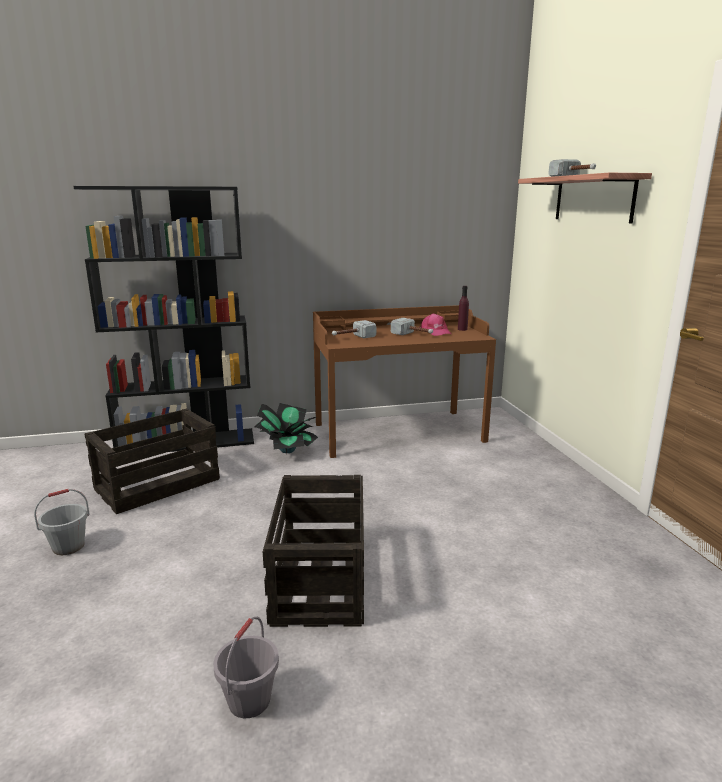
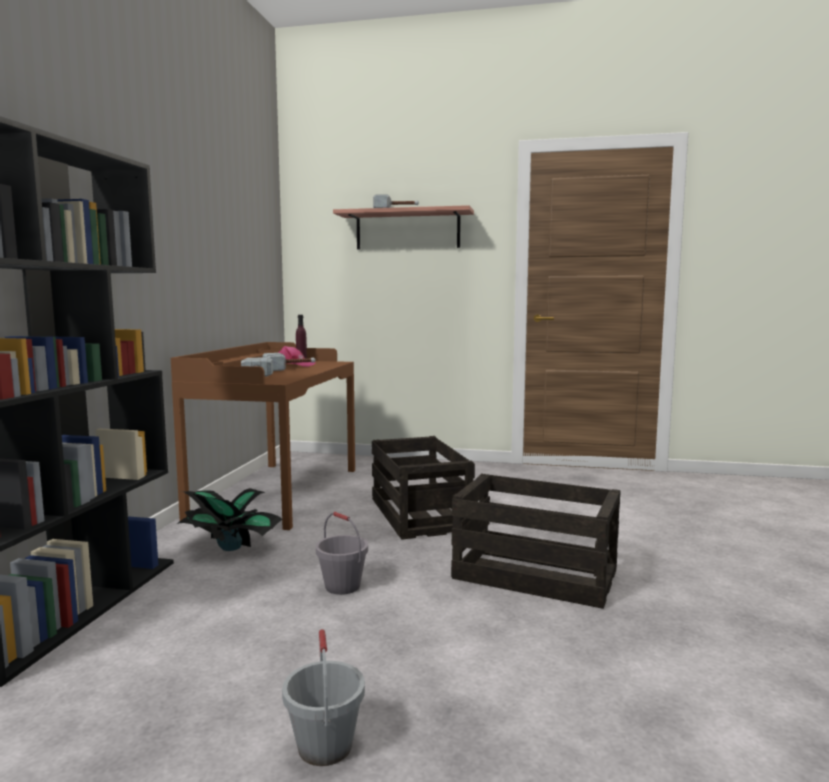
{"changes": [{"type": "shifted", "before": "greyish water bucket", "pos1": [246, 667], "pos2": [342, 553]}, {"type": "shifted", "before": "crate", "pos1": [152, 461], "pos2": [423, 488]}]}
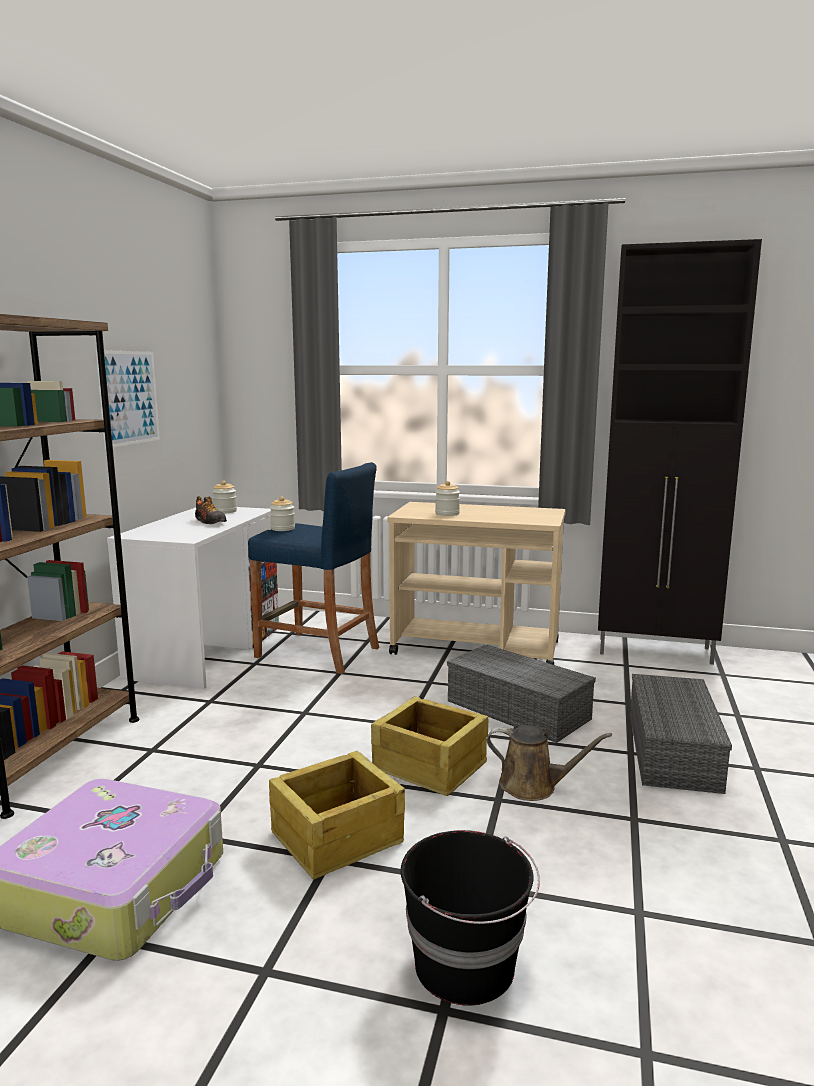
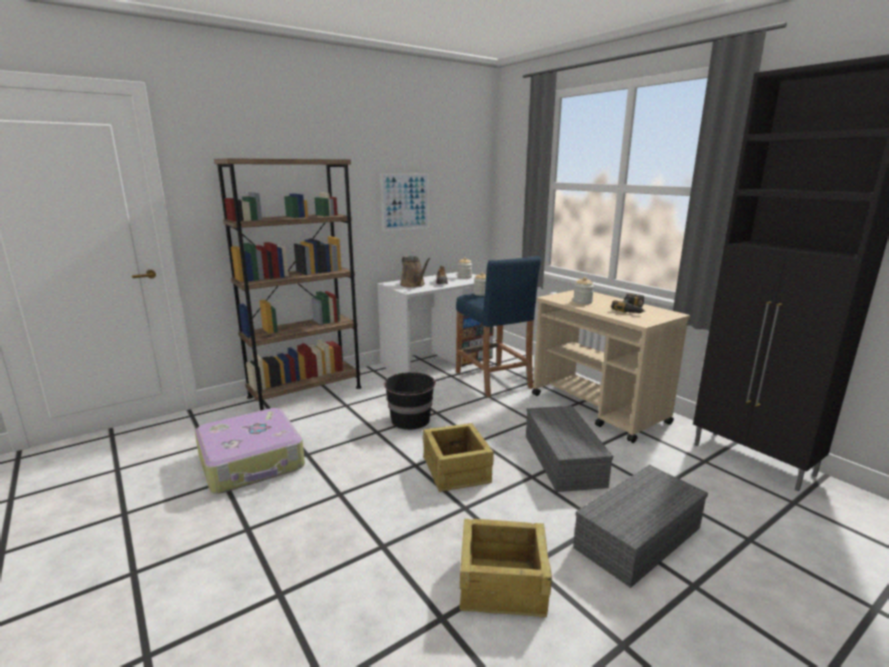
{"changes": [{"type": "shifted", "before": "blackish water bucket", "pos1": [470, 918], "pos2": [410, 401]}, {"type": "shifted", "before": "brownish watering can", "pos1": [549, 763], "pos2": [415, 272]}, {"type": "shifted", "before": "crate", "pos1": [337, 815], "pos2": [505, 568]}, {"type": "new", "after": "electric drill", "pos2": [628, 303]}]}
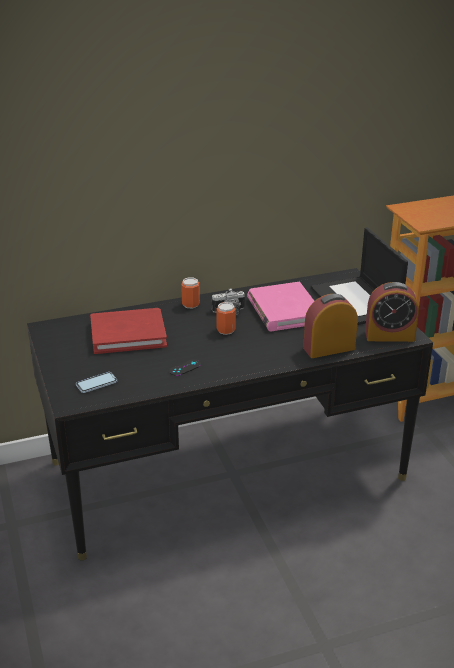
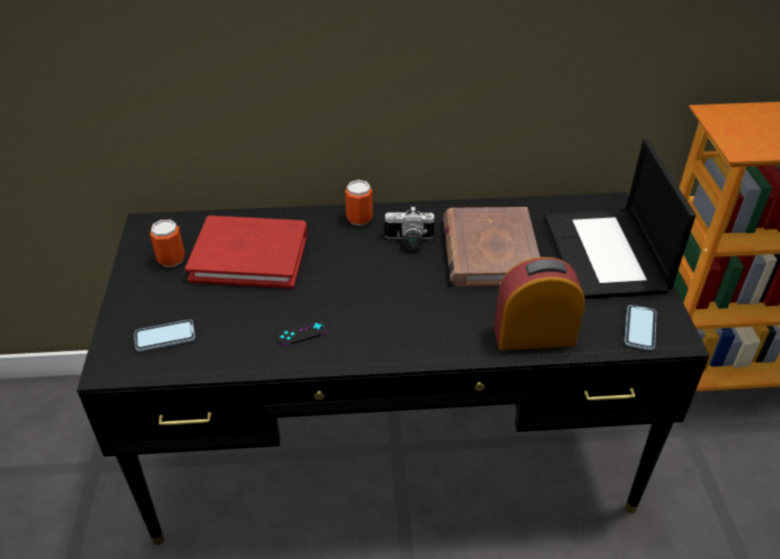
{"changes": [{"type": "shifted", "before": "sealed can", "pos1": [226, 318], "pos2": [167, 243]}, {"type": "repainted", "before": "pink-coloured bound book", "after": "brownish bound book", "pos1": [280, 306], "pos2": [491, 247]}, {"type": "swapped", "before": "bedside clock", "after": "phone", "pos1": [392, 312], "pos2": [641, 327]}]}
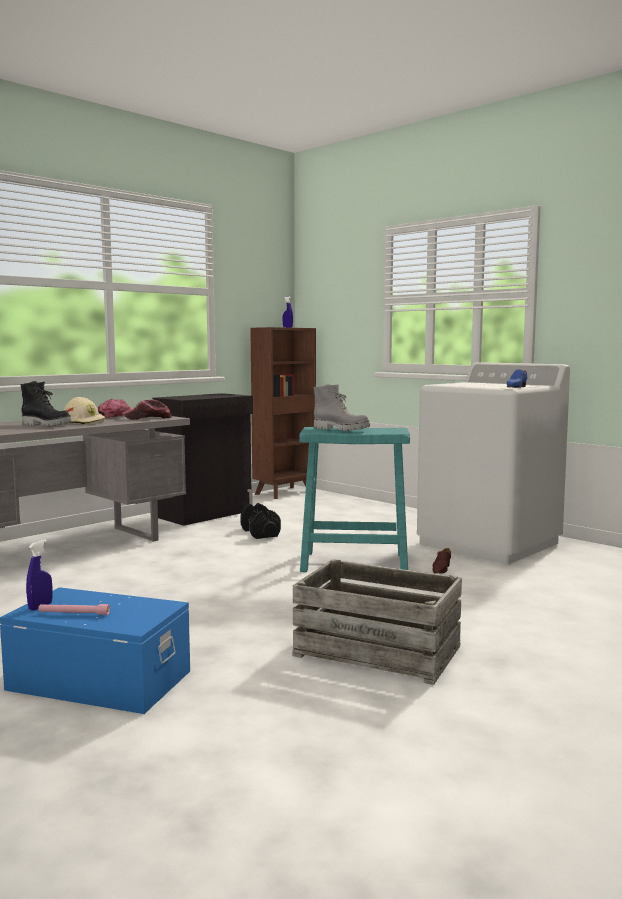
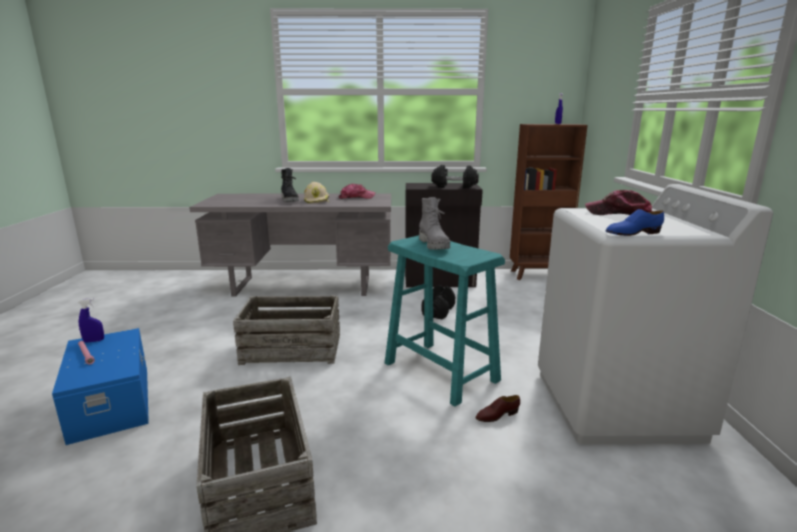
{"changes": [{"type": "new", "after": "crate", "pos2": [286, 330]}, {"type": "new", "after": "blackish hand weight", "pos2": [455, 177]}, {"type": "shifted", "before": "peaked cap", "pos1": [147, 409], "pos2": [619, 202]}]}
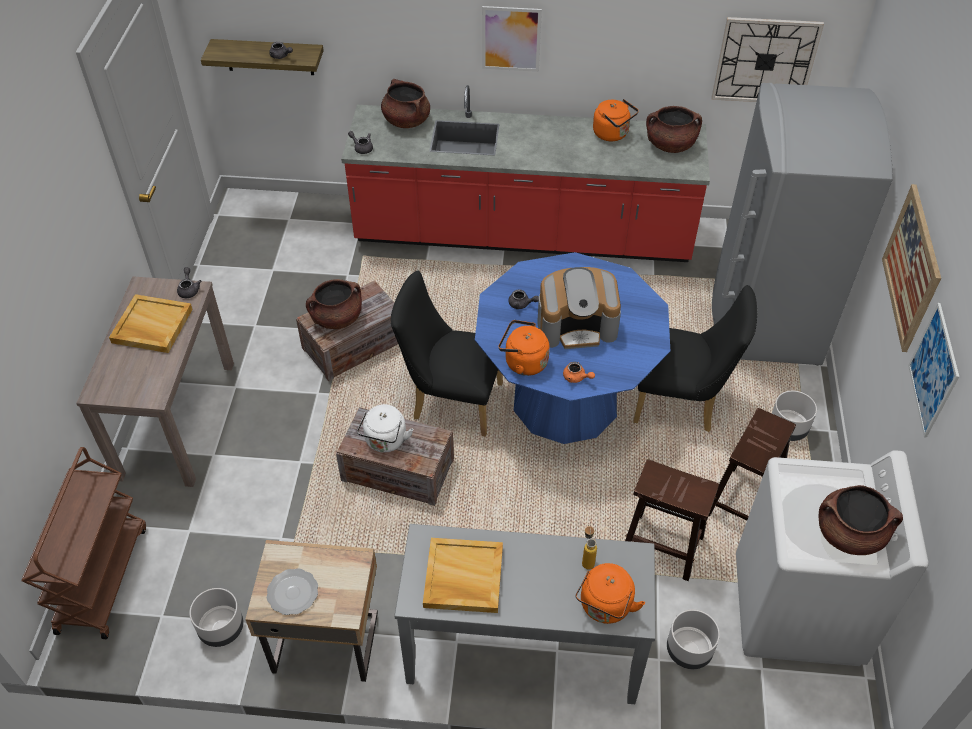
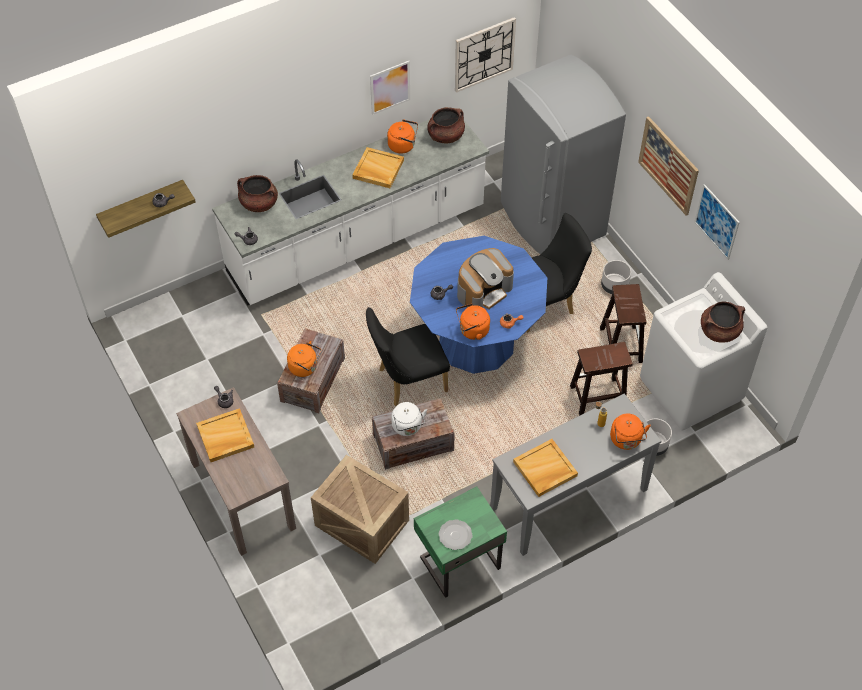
{"changes": [{"type": "repainted", "before": "red kitchen counter", "after": "white-coloured kitchen counter", "pos1": [525, 173], "pos2": [350, 212]}, {"type": "swapped", "before": "brownish cooking pot", "after": "orange kettle", "pos1": [334, 304], "pos2": [304, 359]}, {"type": "new", "after": "crate", "pos2": [360, 509]}, {"type": "new", "after": "beige serving tray", "pos2": [378, 167]}, {"type": "shifted", "before": "wall art", "pos1": [512, 39], "pos2": [390, 88]}, {"type": "repainted", "before": "beige night table", "after": "greenish night table", "pos1": [311, 611], "pos2": [460, 542]}, {"type": "gone", "before": "brownish cart", "pos1": [84, 543]}, {"type": "gone", "before": "greyish flower pot", "pos1": [216, 617]}]}
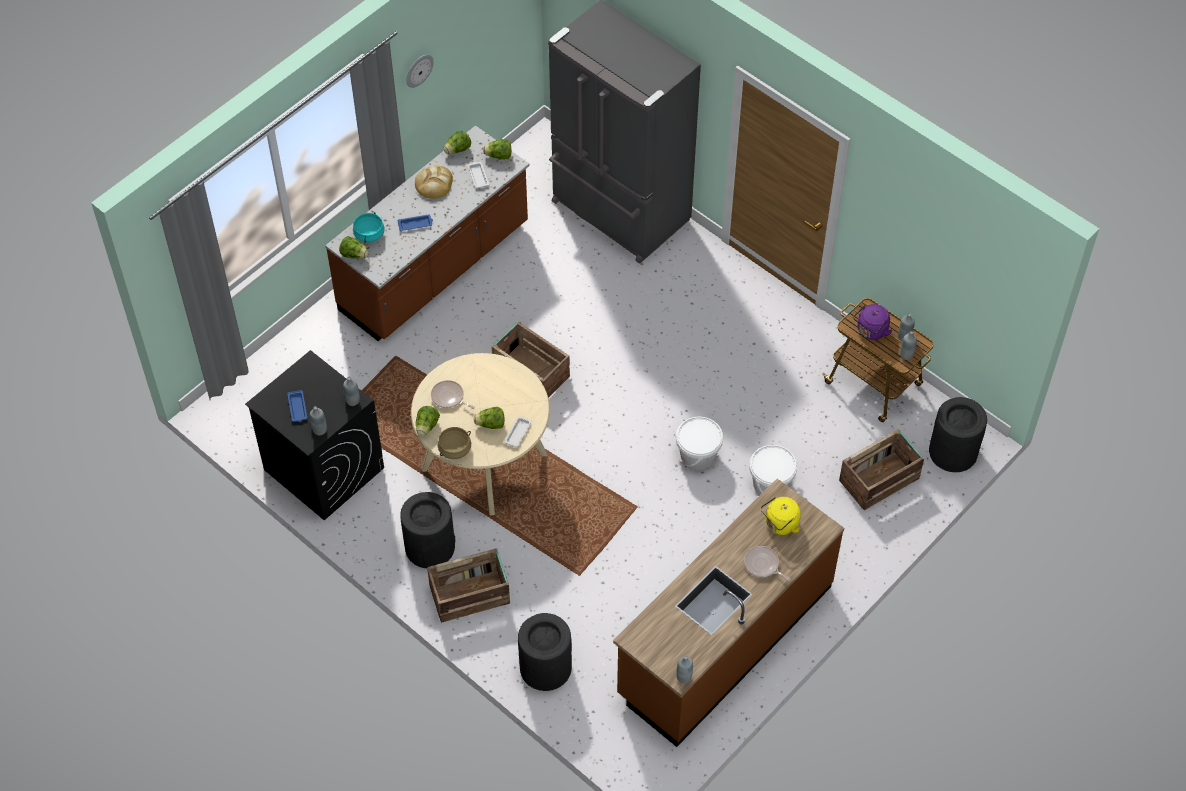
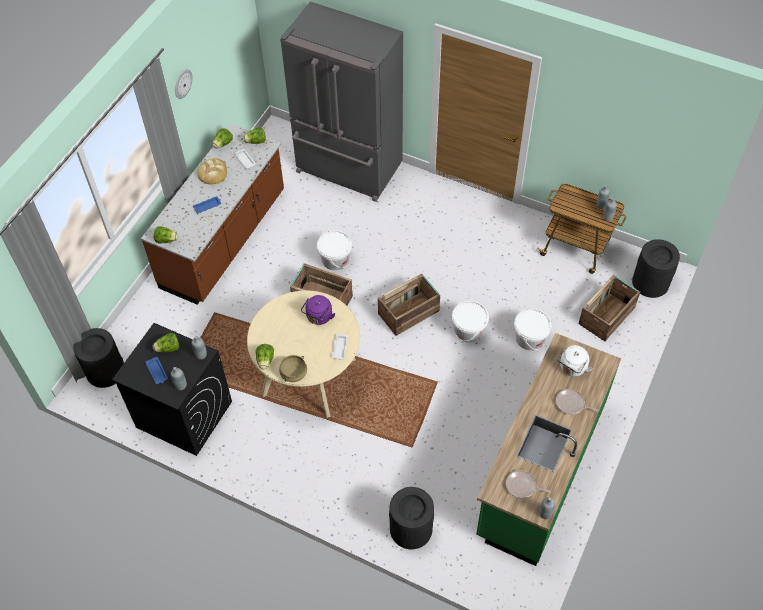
{"changes": [{"type": "shifted", "before": "blackish trash can", "pos1": [427, 530], "pos2": [98, 358]}, {"type": "shifted", "before": "head of lettuce", "pos1": [488, 418], "pos2": [166, 342]}, {"type": "shifted", "before": "purple-coloured kettle", "pos1": [873, 322], "pos2": [318, 310]}, {"type": "new", "after": "white-coloured water bucket", "pos2": [334, 250]}, {"type": "shifted", "before": "crate", "pos1": [468, 585], "pos2": [409, 304]}, {"type": "repainted", "before": "brownish kitchen counter", "after": "greenish kitchen counter", "pos1": [728, 613], "pos2": [548, 449]}, {"type": "shifted", "before": "frying pan", "pos1": [453, 394], "pos2": [528, 484]}, {"type": "repainted", "before": "yellow-coloured kettle", "after": "white-coloured kettle", "pos1": [780, 516], "pos2": [575, 361]}, {"type": "gone", "before": "turquoise cooking pot", "pos1": [369, 227]}]}
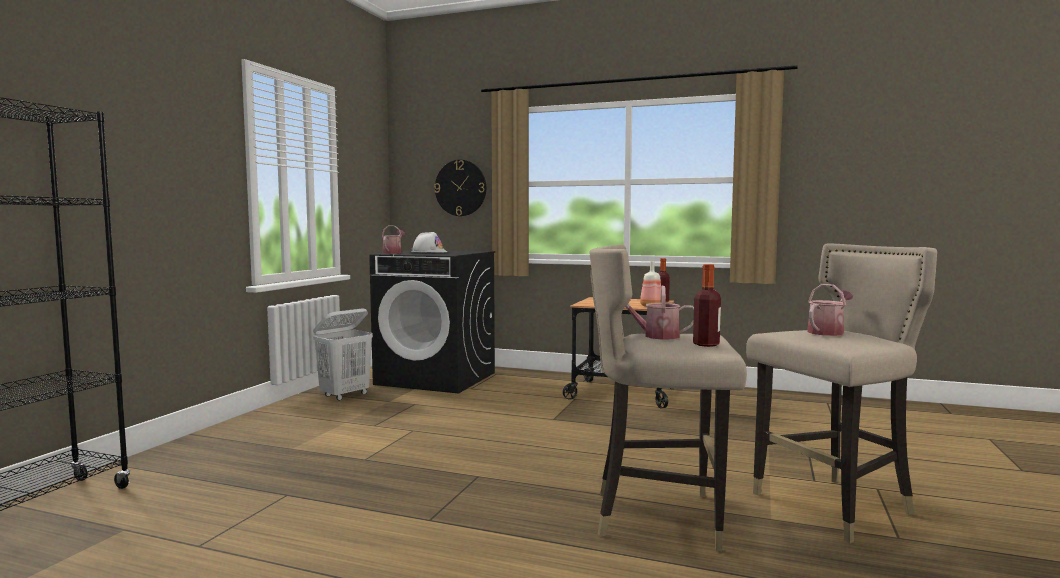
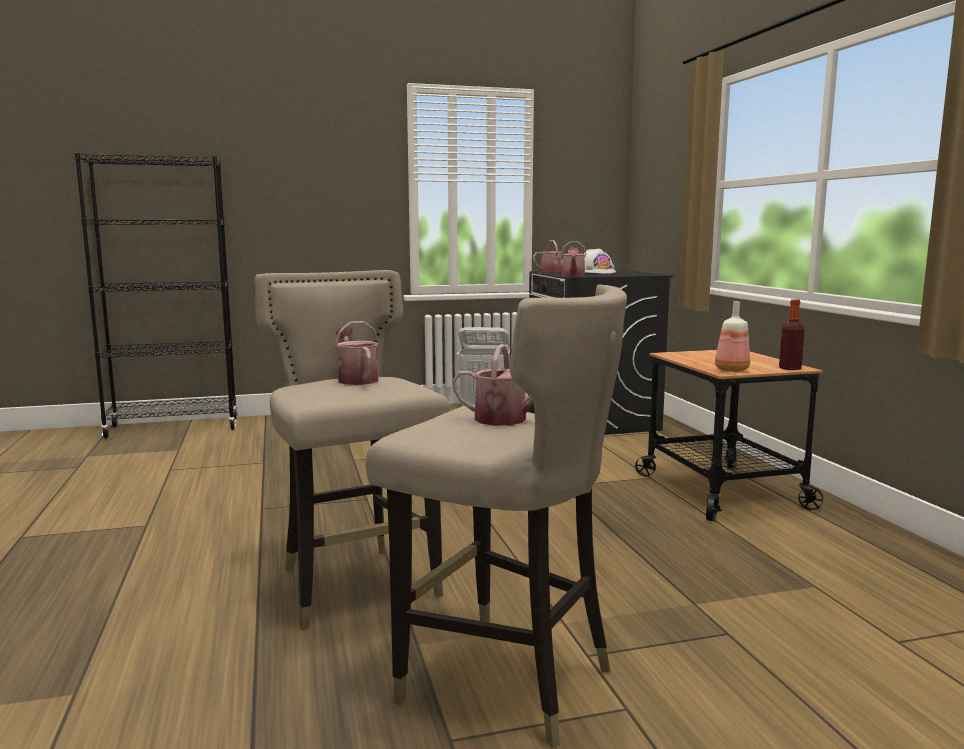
{"changes": [{"type": "new", "after": "watering can", "pos2": [574, 258]}, {"type": "gone", "before": "hanging clock", "pos1": [460, 188]}, {"type": "gone", "before": "drink bottle", "pos1": [707, 305]}]}
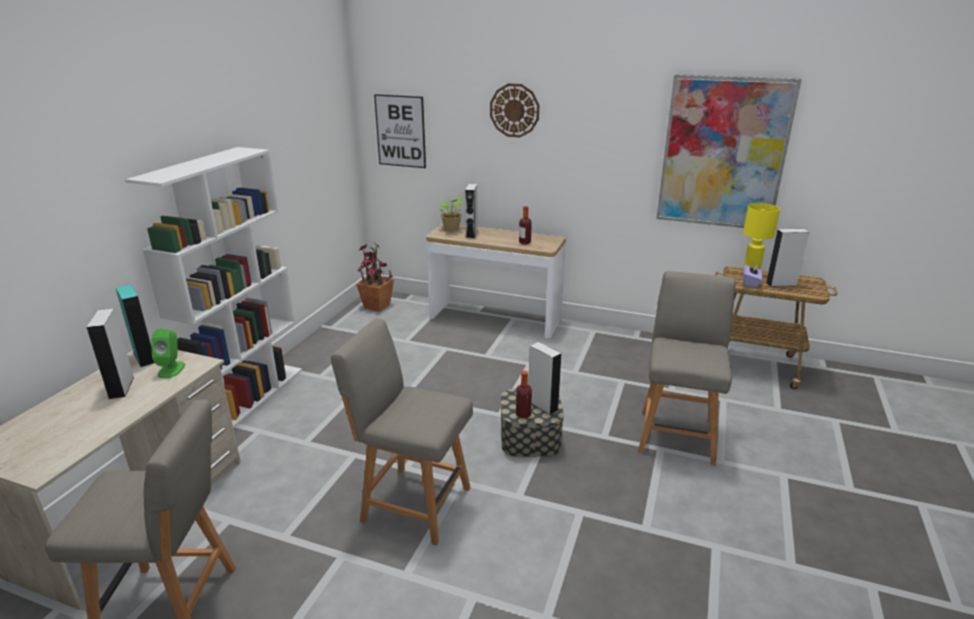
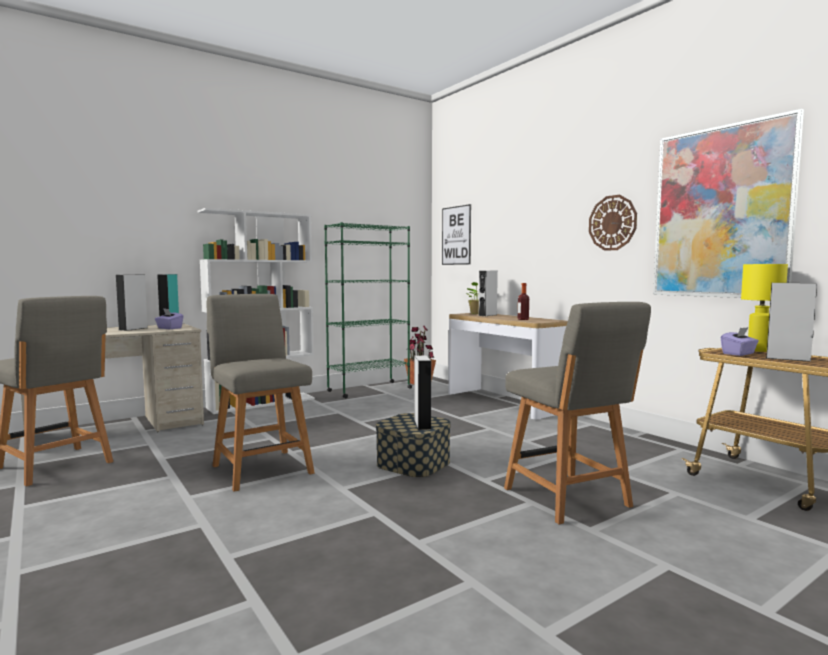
{"changes": [{"type": "swapped", "before": "greenish audio speaker", "after": "purple-coloured tissue box", "pos1": [168, 353], "pos2": [169, 319]}, {"type": "new", "after": "greenish shelving unit", "pos2": [368, 310]}, {"type": "rotated", "before": "greyish plain chair", "pos1": [687, 368], "pos2": [577, 413], "turn": 105}, {"type": "shifted", "before": "hanging clock", "pos1": [514, 110], "pos2": [613, 223]}, {"type": "gone", "before": "drink bottle", "pos1": [524, 394]}]}
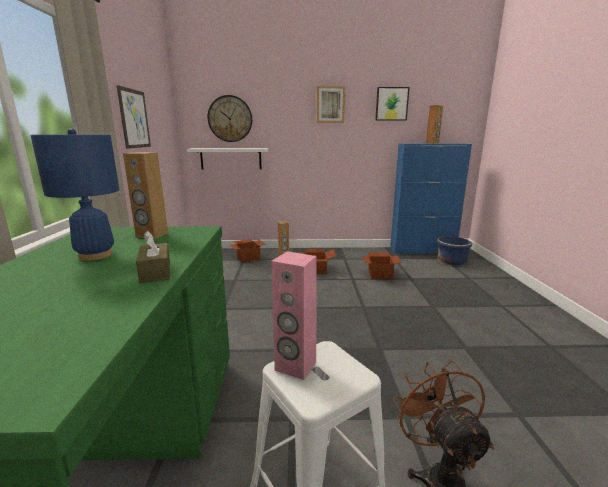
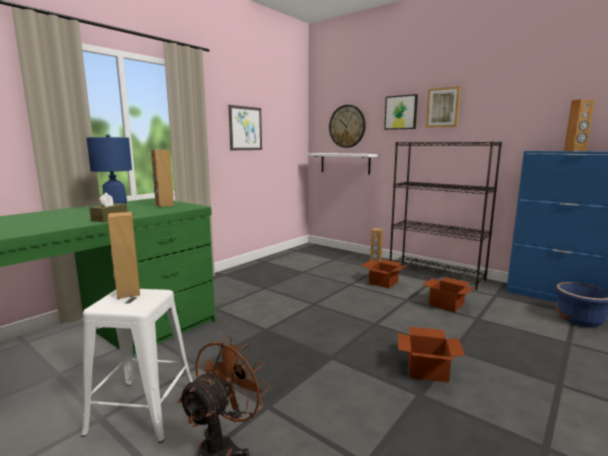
{"changes": [{"type": "repainted", "before": "pink-coloured audio speaker", "after": "brownish audio speaker", "pos1": [294, 315], "pos2": [124, 255]}, {"type": "shifted", "before": "wall art", "pos1": [392, 104], "pos2": [401, 112]}, {"type": "new", "after": "blackish shelving unit", "pos2": [446, 215]}, {"type": "shifted", "before": "carton", "pos1": [247, 251], "pos2": [431, 355]}]}
